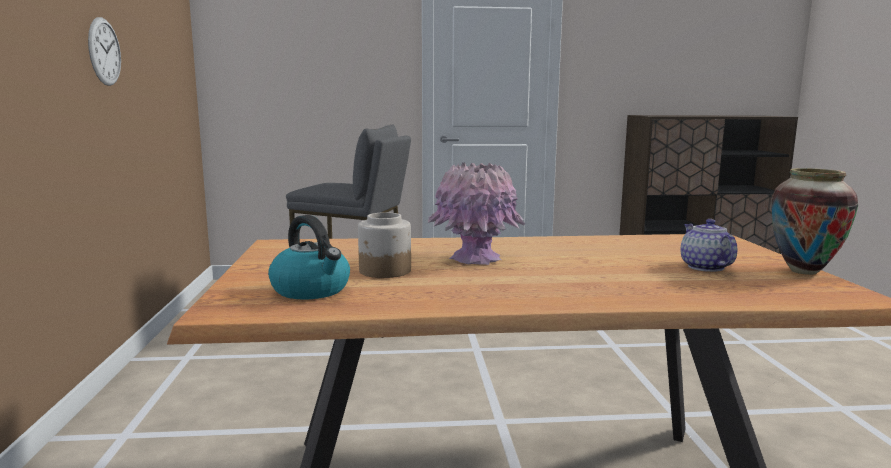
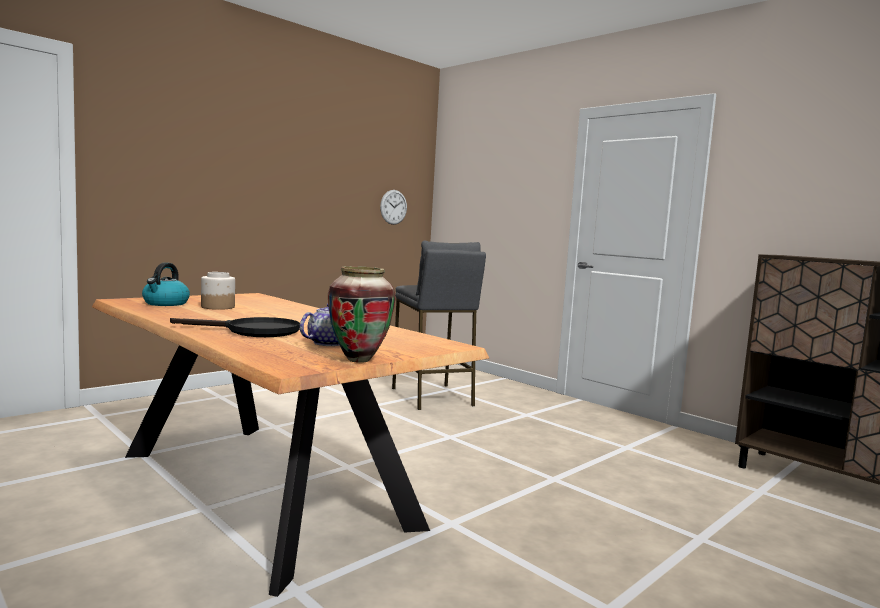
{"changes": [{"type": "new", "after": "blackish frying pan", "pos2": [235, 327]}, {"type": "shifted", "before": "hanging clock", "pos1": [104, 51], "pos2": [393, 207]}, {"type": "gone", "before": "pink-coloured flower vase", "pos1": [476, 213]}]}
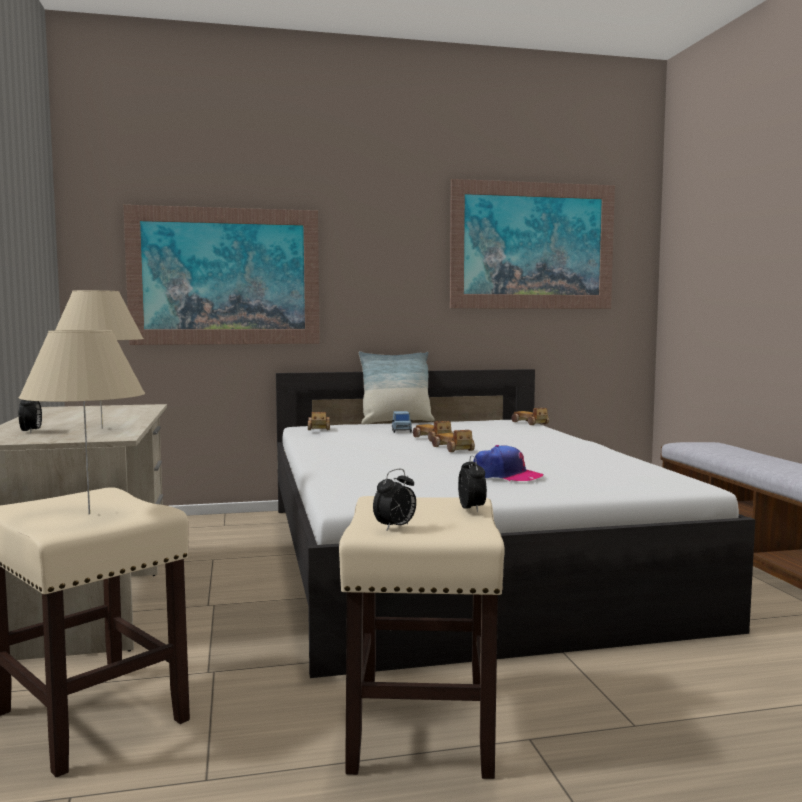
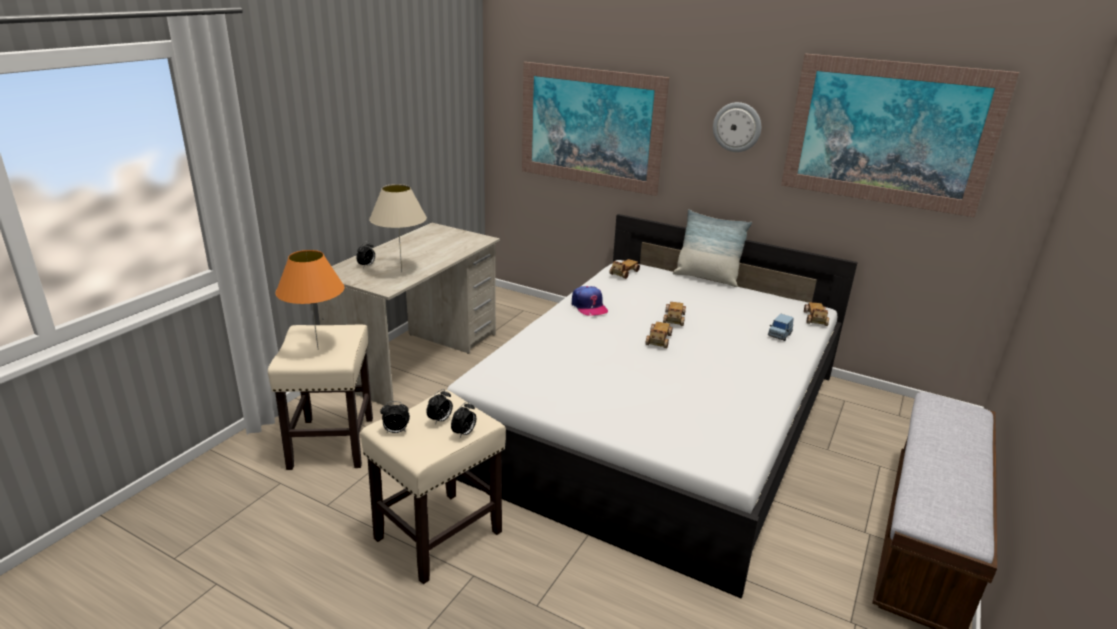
{"changes": [{"type": "repainted", "before": "beige table lamp", "after": "orange table lamp", "pos1": [82, 422], "pos2": [310, 300]}, {"type": "new", "after": "bedside clock", "pos2": [439, 407]}, {"type": "shifted", "before": "peaked cap", "pos1": [508, 463], "pos2": [590, 301]}, {"type": "new", "after": "hanging clock", "pos2": [737, 127]}, {"type": "shifted", "before": "blue model car", "pos1": [402, 422], "pos2": [781, 327]}]}
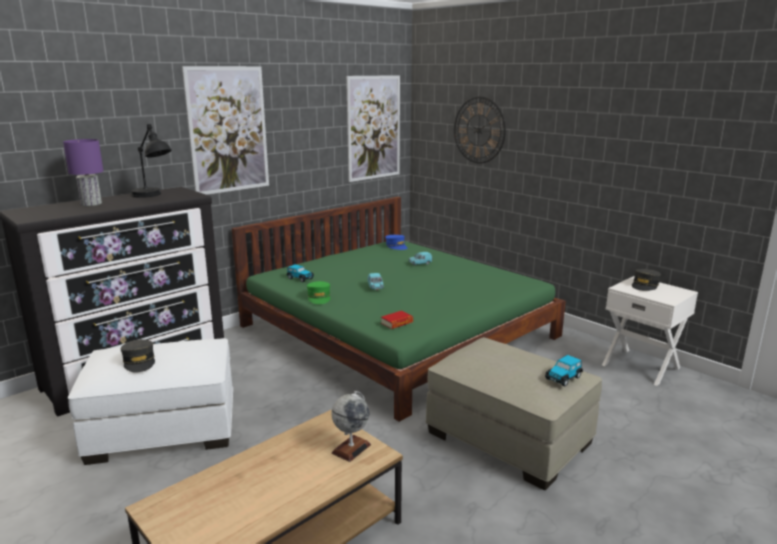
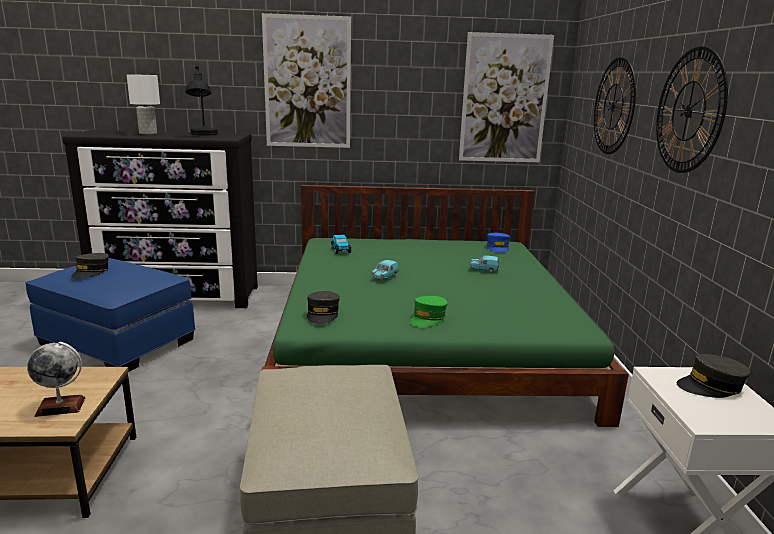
{"changes": [{"type": "repainted", "before": "white-coloured footrest", "after": "blue footrest", "pos1": [150, 401], "pos2": [110, 315]}, {"type": "repainted", "before": "purple-coloured table lamp", "after": "white-coloured table lamp", "pos1": [83, 172], "pos2": [143, 104]}, {"type": "swapped", "before": "bound book", "after": "greyish peaked cap", "pos1": [397, 320], "pos2": [323, 307]}, {"type": "shifted", "before": "greenish peaked cap", "pos1": [319, 292], "pos2": [429, 311]}, {"type": "new", "after": "hanging clock", "pos2": [692, 109]}, {"type": "gone", "before": "model car", "pos1": [564, 371]}]}
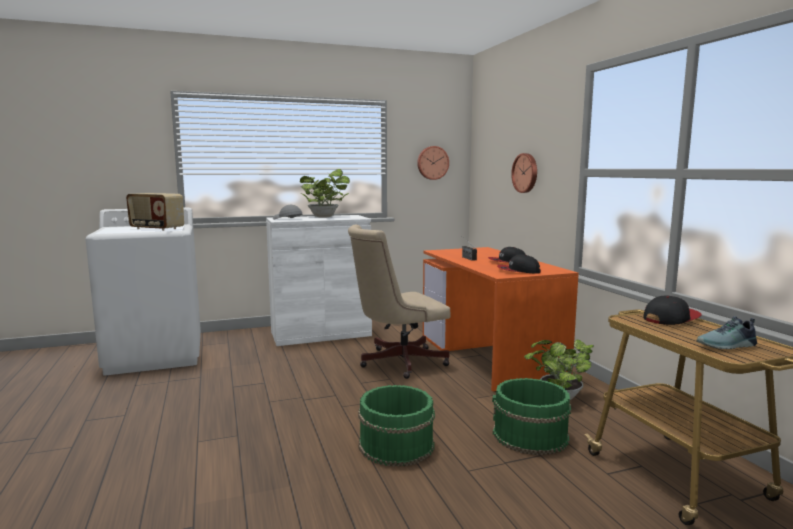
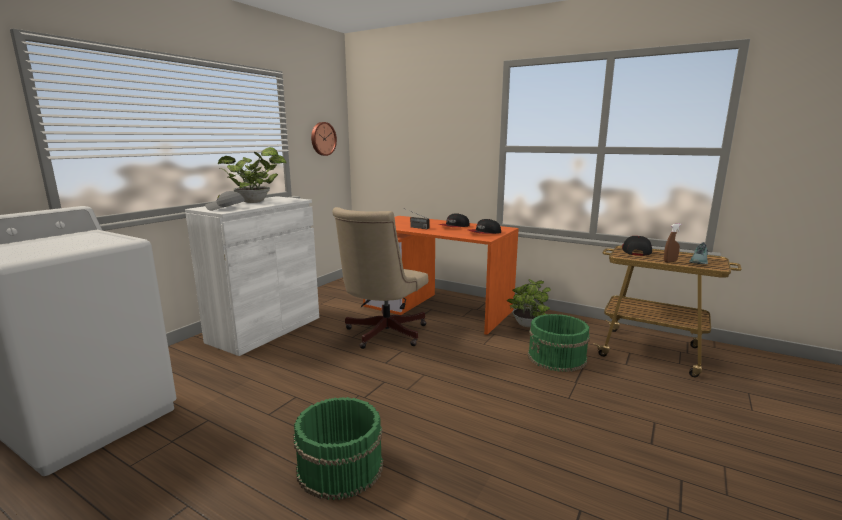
{"changes": [{"type": "shifted", "before": "greenish water bucket", "pos1": [396, 426], "pos2": [338, 448]}, {"type": "new", "after": "brownish spray bottle", "pos2": [672, 243]}, {"type": "gone", "before": "radio receiver", "pos1": [155, 212]}, {"type": "gone", "before": "hanging clock", "pos1": [524, 173]}]}
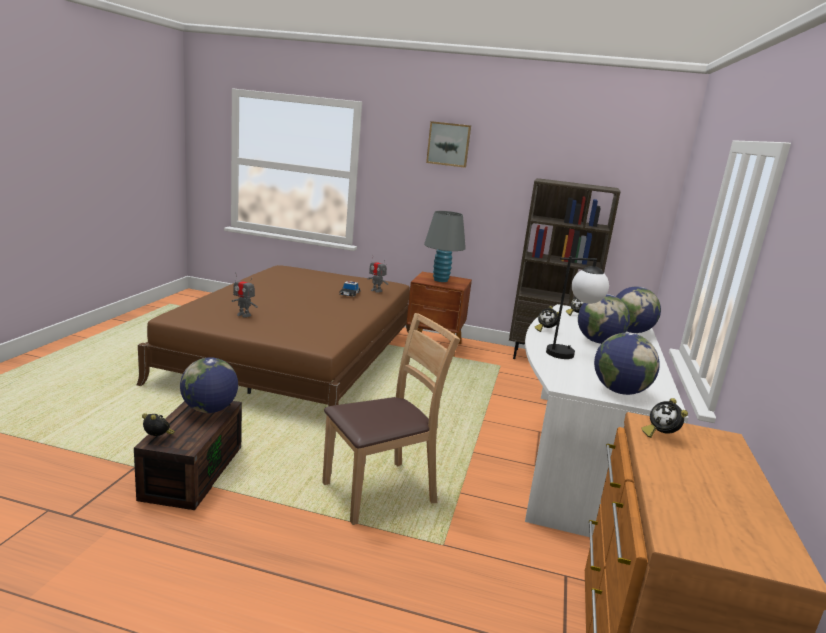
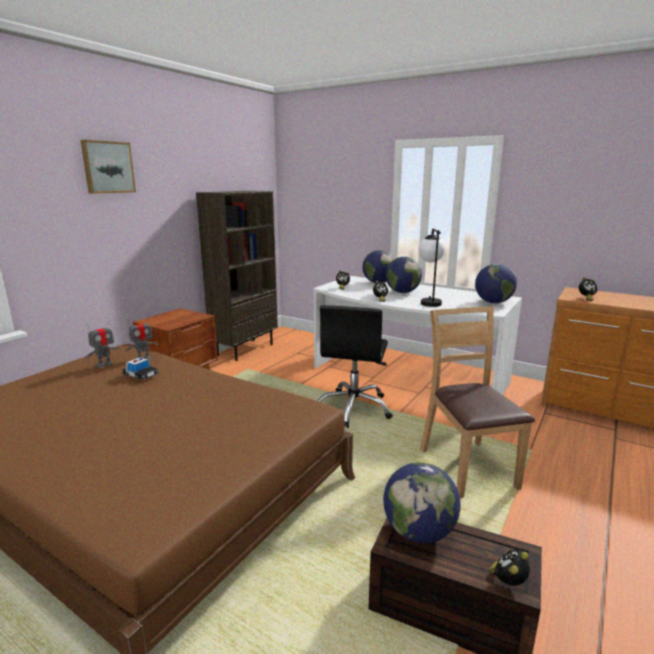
{"changes": [{"type": "shifted", "before": "robot figure", "pos1": [245, 294], "pos2": [102, 344]}, {"type": "new", "after": "blackish desk chair", "pos2": [355, 366]}, {"type": "gone", "before": "greyish table lamp", "pos1": [445, 246]}]}
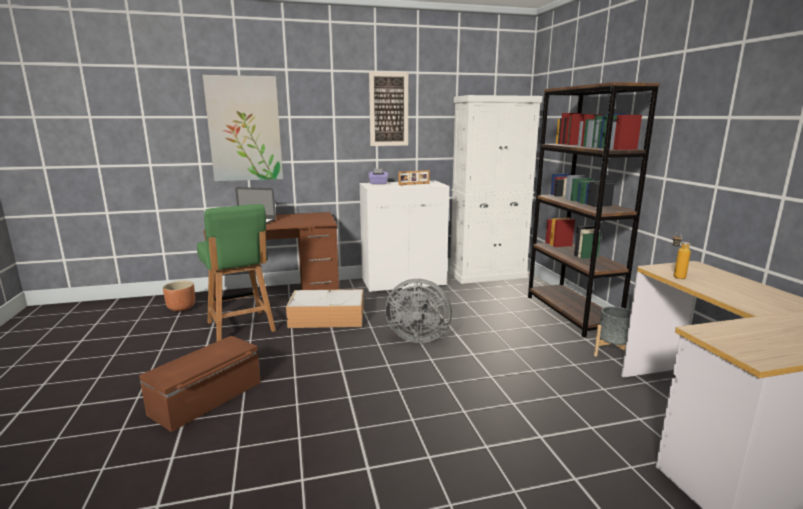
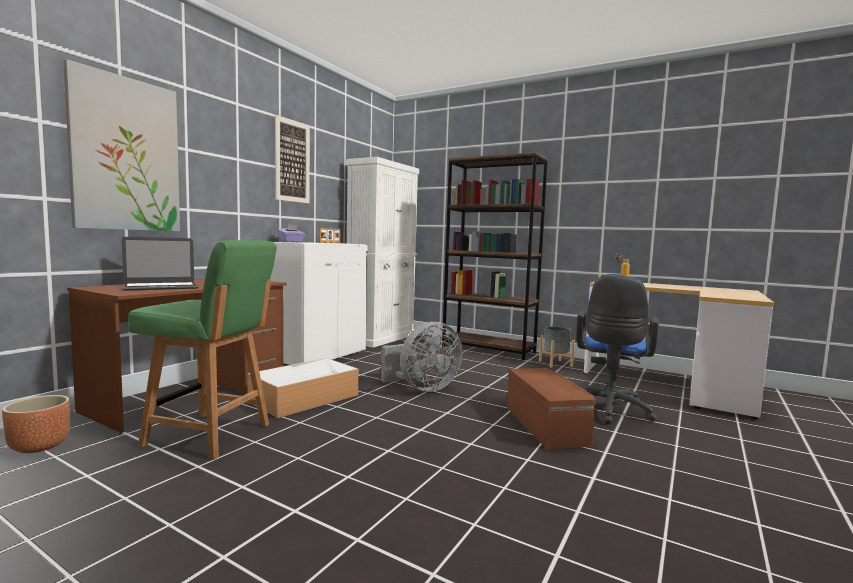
{"changes": [{"type": "shifted", "before": "brownish storage box", "pos1": [200, 384], "pos2": [551, 408]}, {"type": "new", "after": "blue desk chair", "pos2": [617, 349]}]}
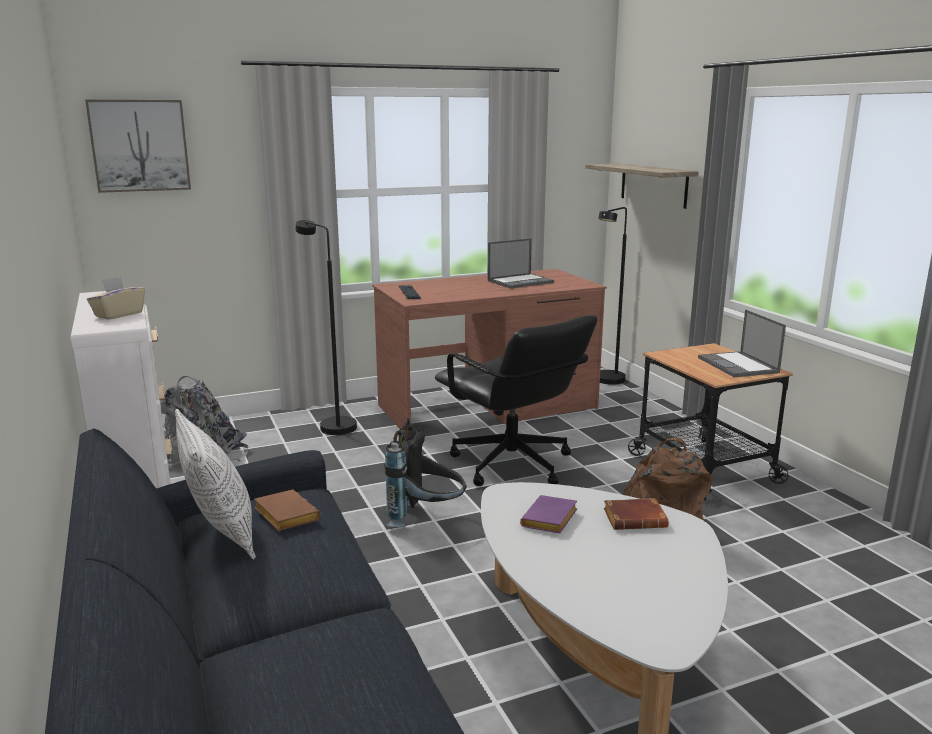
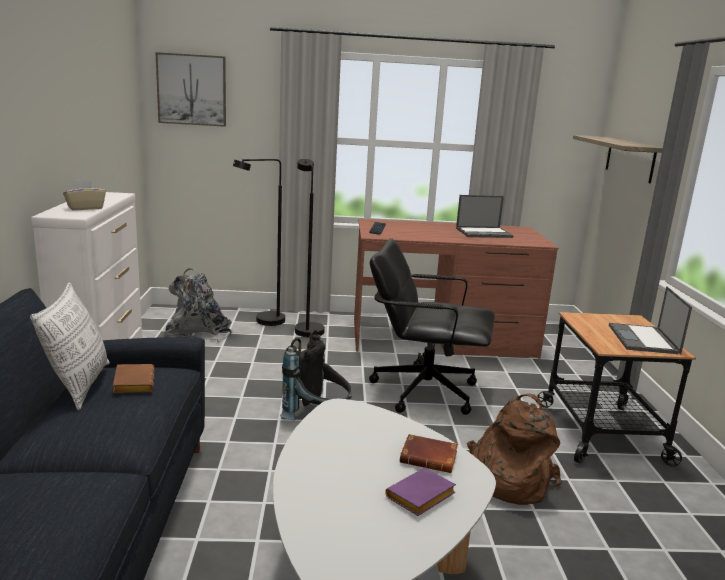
{"changes": [{"type": "shifted", "before": "blackish standard lamp", "pos1": [612, 296], "pos2": [259, 242]}, {"type": "rotated", "before": "blackish desk chair", "pos1": [516, 400], "pos2": [432, 326], "turn": 120}, {"type": "shifted", "before": "purple-coloured bound book", "pos1": [548, 514], "pos2": [420, 492]}]}
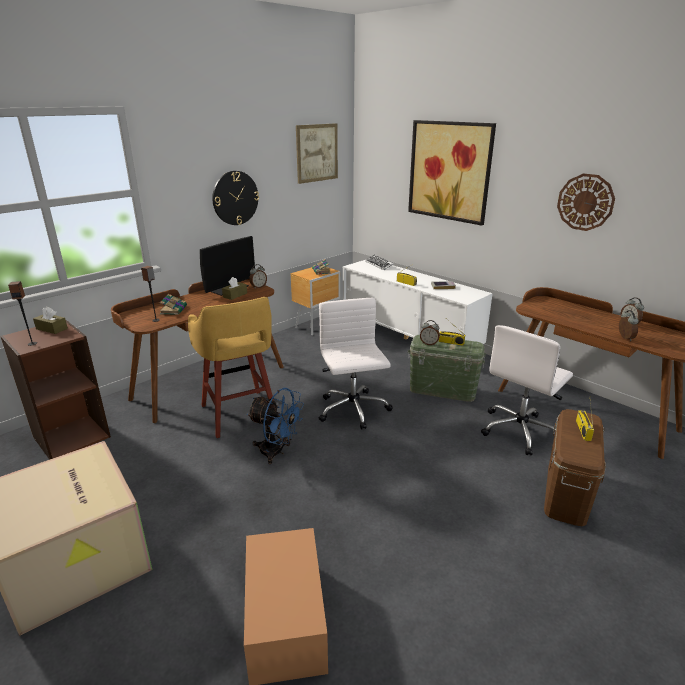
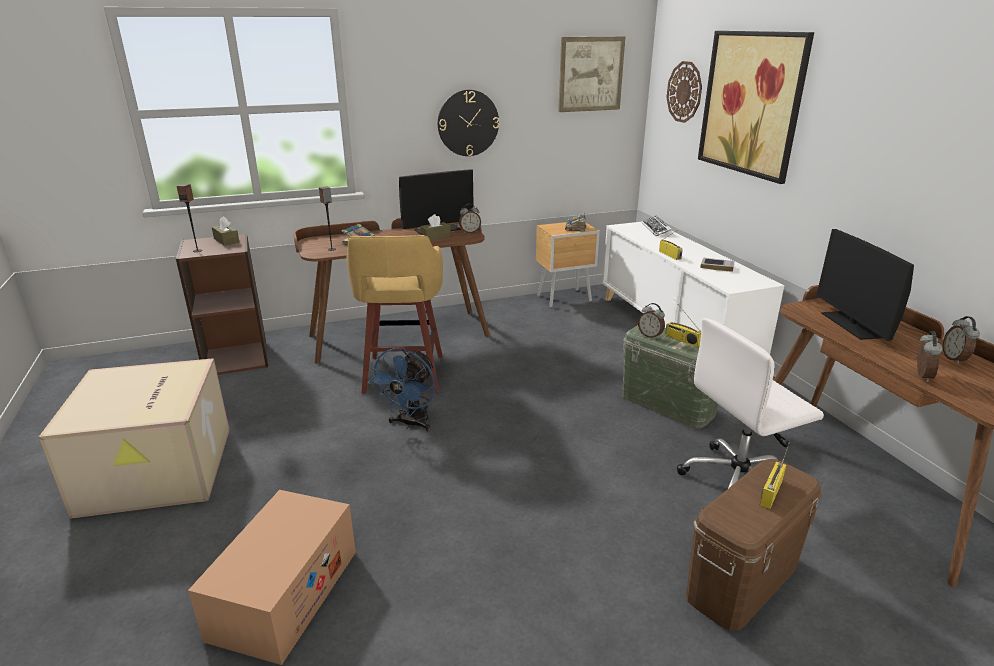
{"changes": [{"type": "rotated", "before": "blue fan", "pos1": [275, 426], "pos2": [402, 389], "turn": 60}, {"type": "shifted", "before": "hanging clock", "pos1": [586, 202], "pos2": [684, 92]}, {"type": "new", "after": "computer screen", "pos2": [865, 285]}, {"type": "gone", "before": "white-coloured desk chair", "pos1": [356, 364]}]}
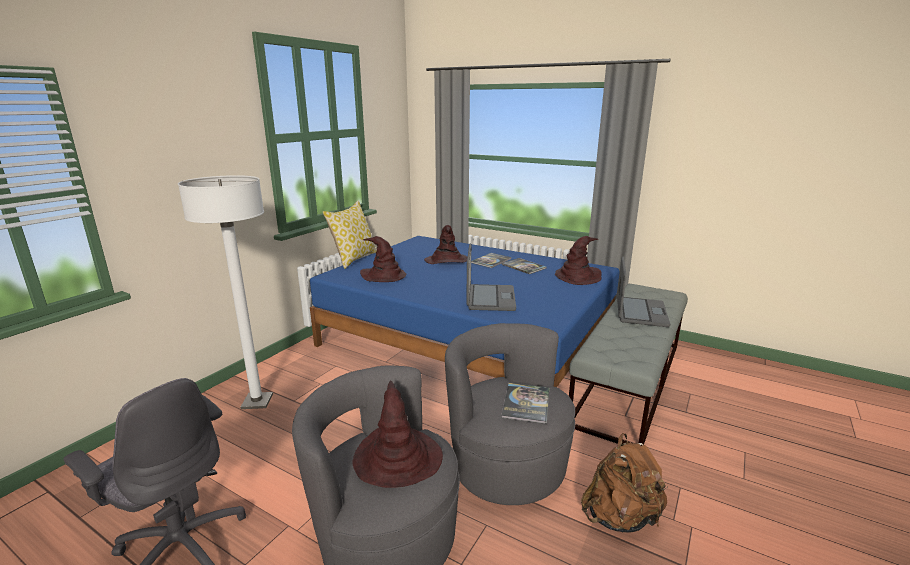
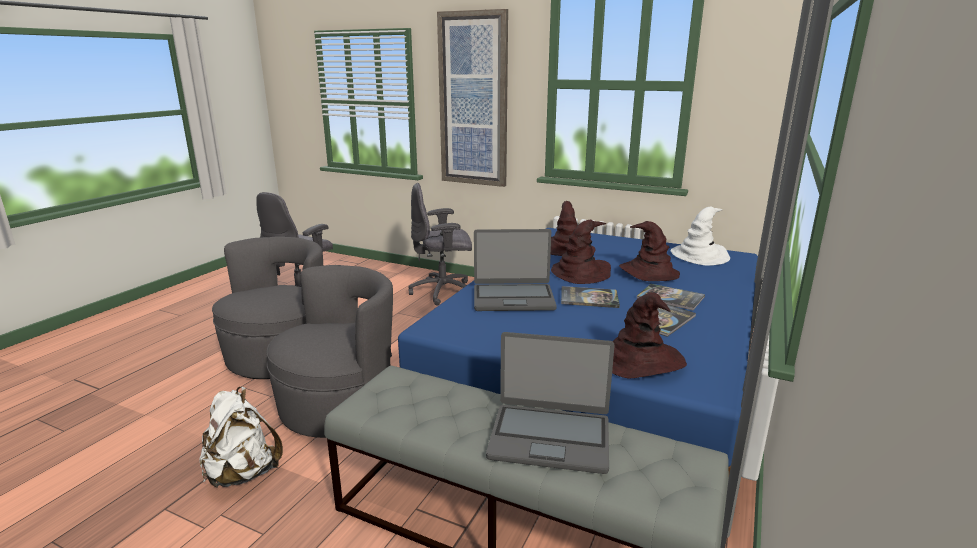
{"changes": [{"type": "repainted", "before": "brownish knapsack", "after": "white-coloured knapsack", "pos1": [624, 483], "pos2": [241, 437]}, {"type": "swapped", "before": "white-coloured standard lamp", "after": "greyish desk chair", "pos1": [225, 292], "pos2": [440, 244]}, {"type": "new", "after": "wall art", "pos2": [472, 98]}, {"type": "shifted", "before": "brownish hat", "pos1": [397, 434], "pos2": [581, 252]}, {"type": "shifted", "before": "bound book", "pos1": [525, 403], "pos2": [590, 297]}, {"type": "new", "after": "white-coloured hat", "pos2": [700, 236]}, {"type": "gone", "before": "throw pillow", "pos1": [350, 234]}]}
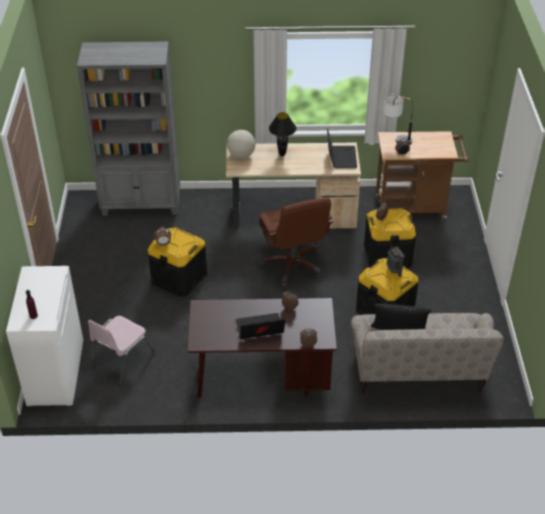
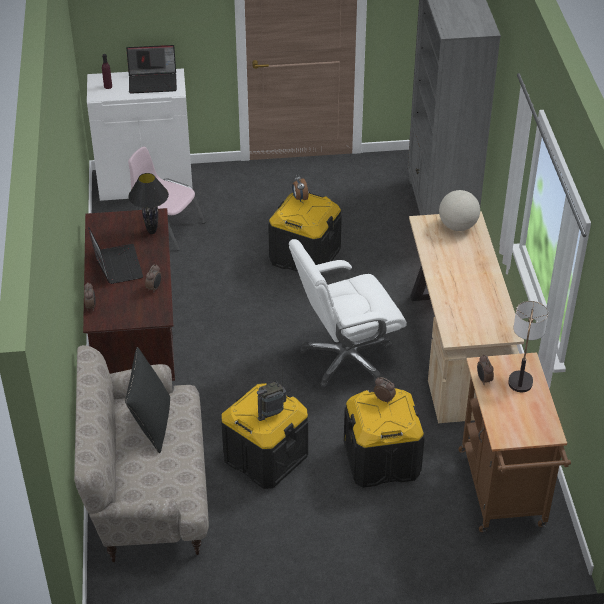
{"changes": [{"type": "shifted", "before": "portable computer", "pos1": [342, 148], "pos2": [151, 69]}, {"type": "shifted", "before": "blackish table lamp", "pos1": [282, 134], "pos2": [148, 203]}, {"type": "repainted", "before": "brownish desk chair", "after": "white-coloured desk chair", "pos1": [296, 241], "pos2": [348, 313]}]}
